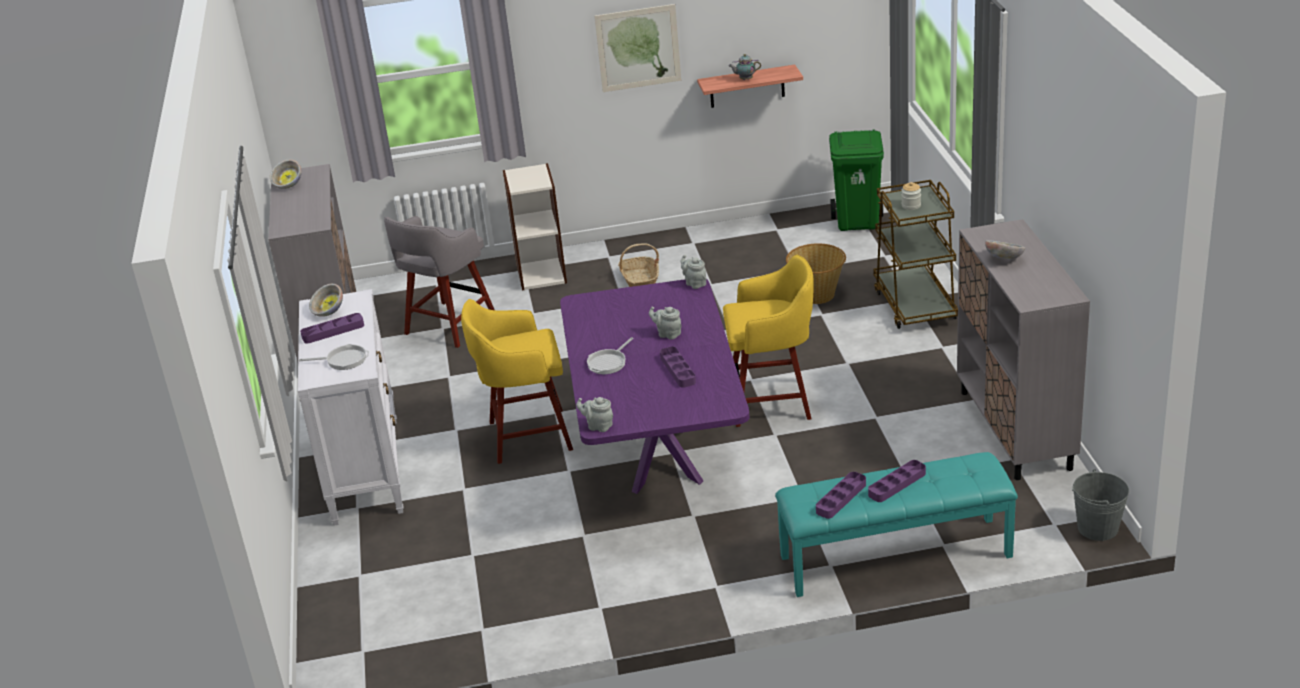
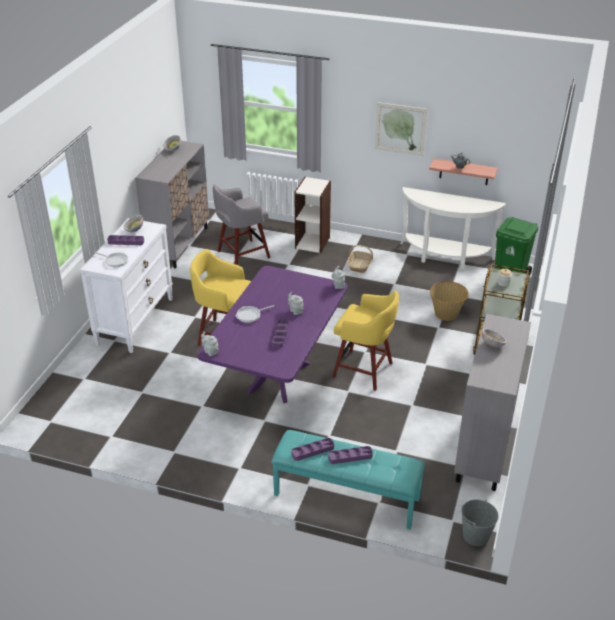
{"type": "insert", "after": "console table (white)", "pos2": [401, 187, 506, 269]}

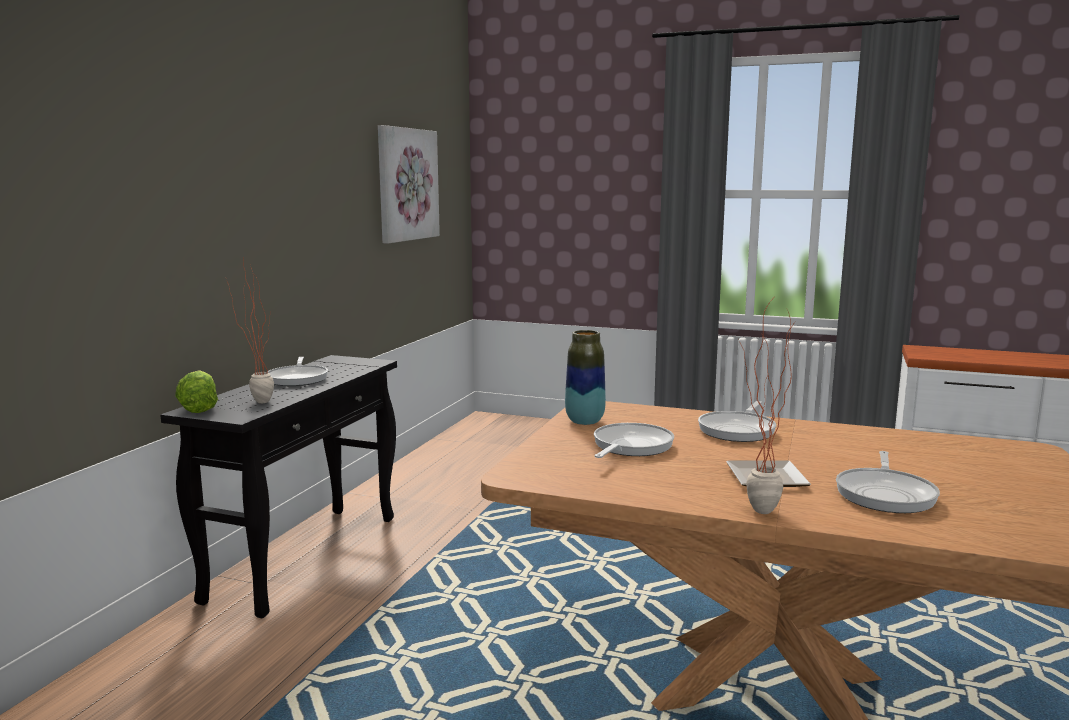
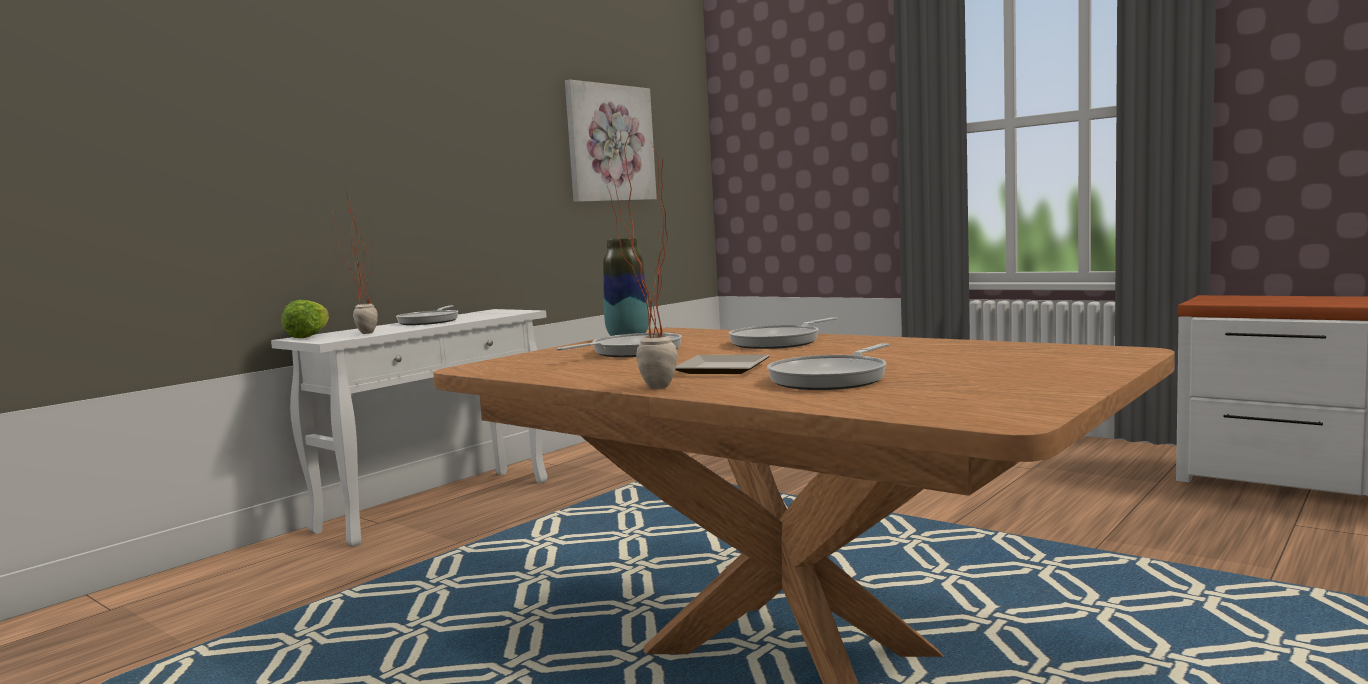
{"type": "recolor", "before": "console table (black)", "after": "console table (white)", "pos1": [160, 355, 397, 618], "pos2": [271, 309, 548, 547]}

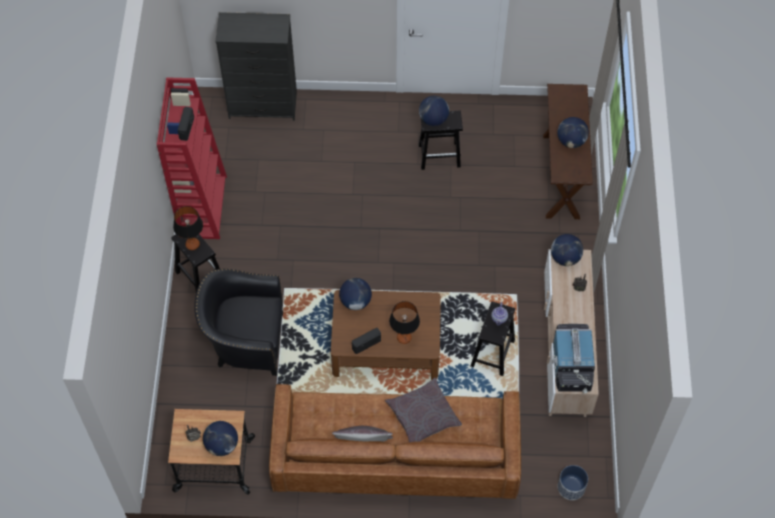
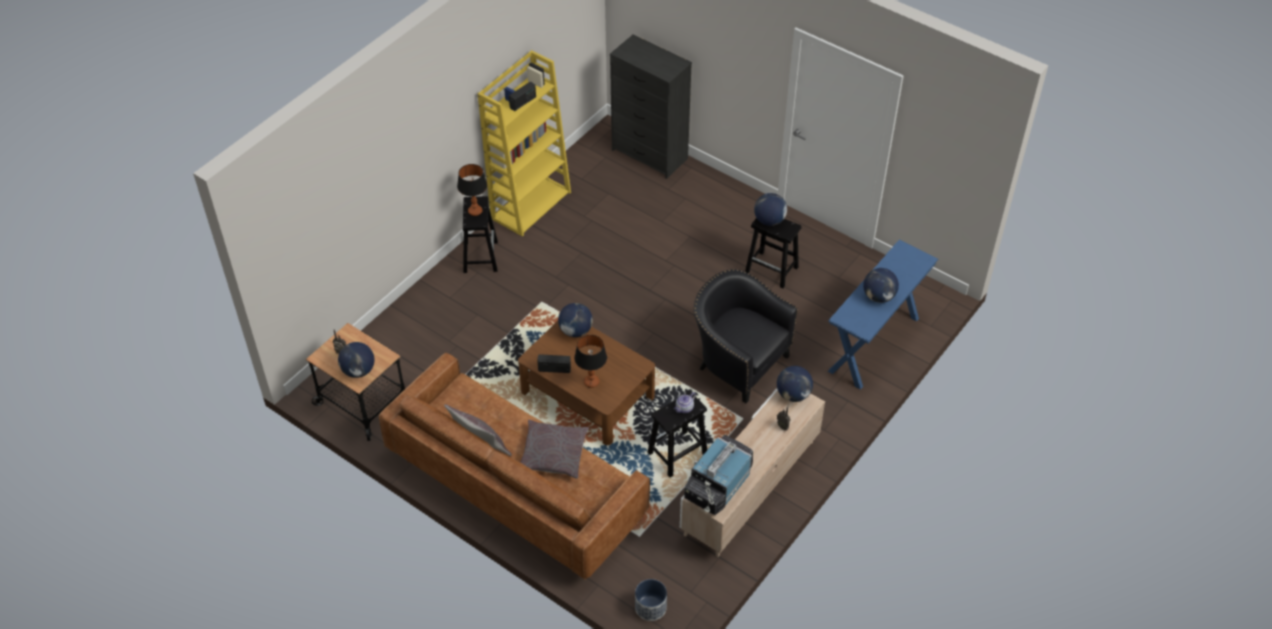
{"type": "move", "before": "armchair (black)", "pos1": [194, 269, 283, 376], "pos2": [694, 269, 798, 403]}
{"type": "recolor", "before": "bookcase (red)", "after": "bookcase (yellow)", "pos1": [157, 77, 227, 239], "pos2": [478, 50, 571, 237]}
{"type": "recolor", "before": "console table (brown)", "after": "console table (blue)", "pos1": [543, 84, 593, 219], "pos2": [828, 240, 938, 390]}

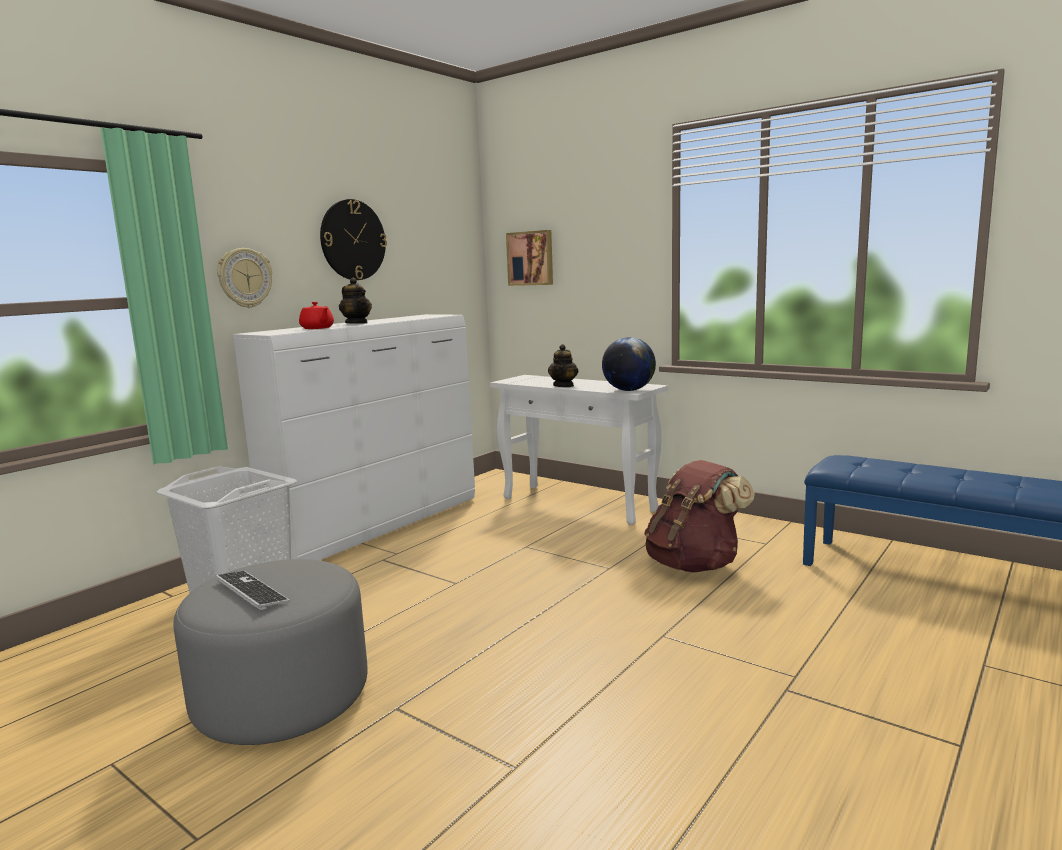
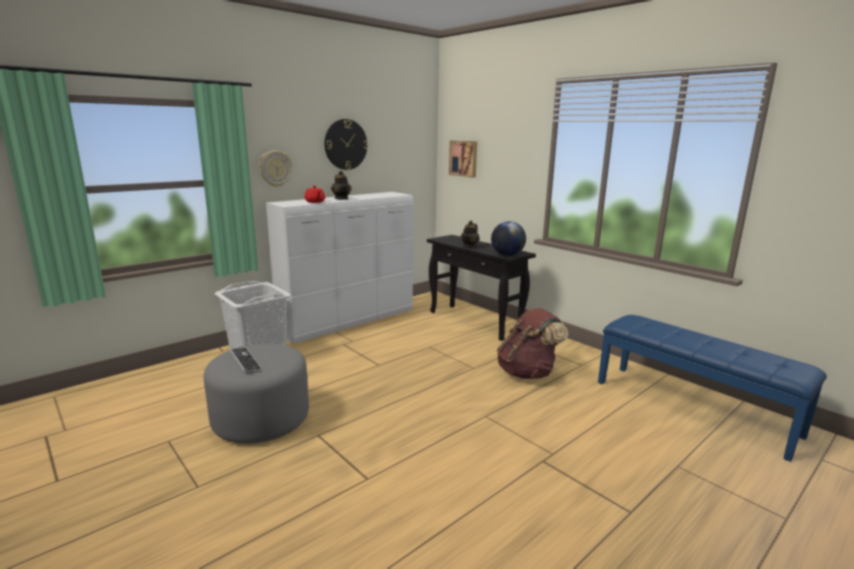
{"type": "recolor", "before": "console table (white)", "after": "console table (black)", "pos1": [490, 375, 668, 525], "pos2": [427, 235, 536, 341]}

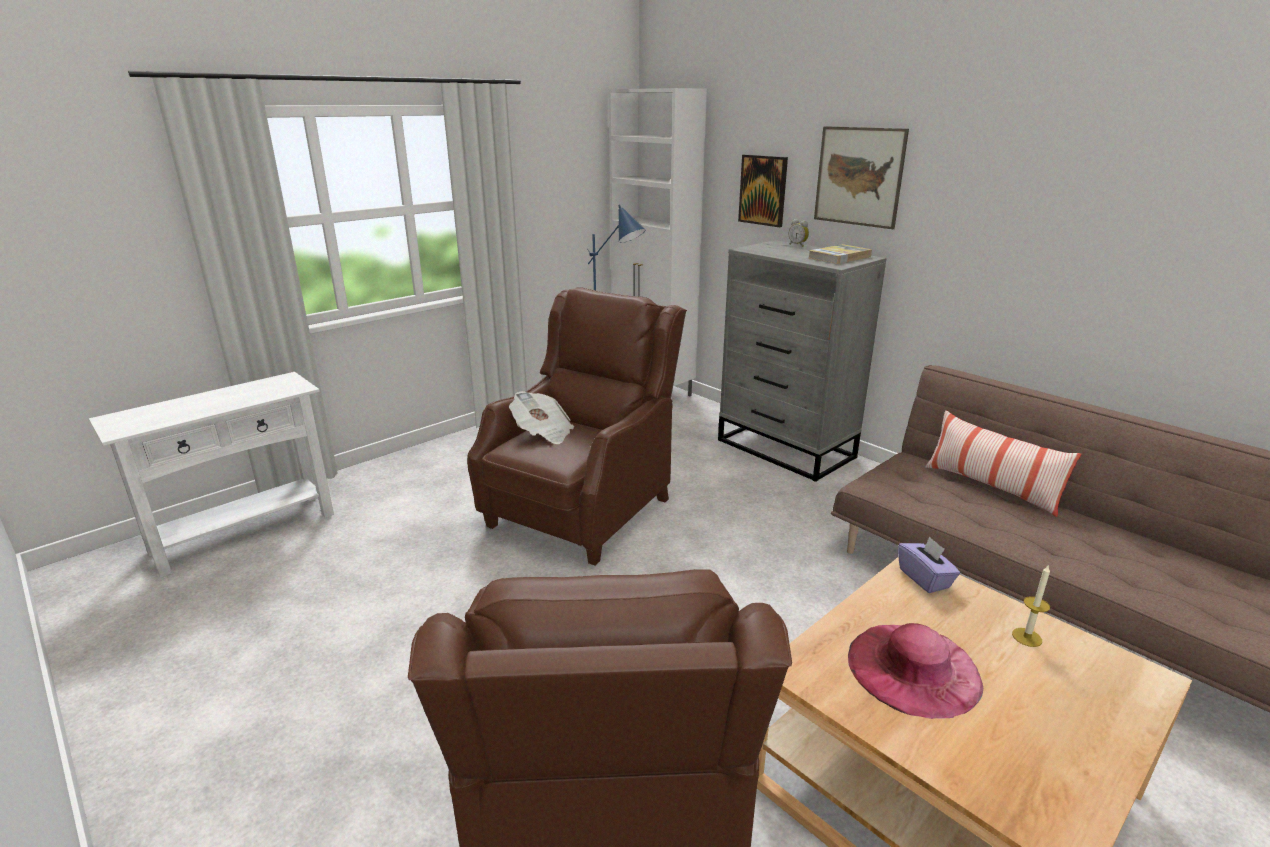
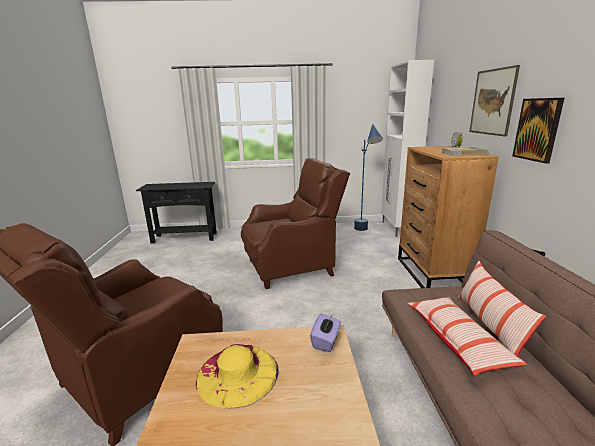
{"type": "delete", "before": "newspaper", "pos1": [509, 391, 574, 444]}
{"type": "delete", "before": "candle", "pos1": [1012, 564, 1050, 647]}
{"type": "insert", "after": "pillow", "pos2": [407, 297, 528, 376]}
{"type": "move", "before": "picture", "pos1": [738, 154, 788, 227], "pos2": [512, 98, 564, 164]}
{"type": "recolor", "before": "console table (white)", "after": "console table (black)", "pos1": [89, 372, 334, 578], "pos2": [136, 182, 217, 243]}
{"type": "recolor", "before": "dresser (grey)", "after": "dresser (brown)", "pos1": [718, 240, 886, 482], "pos2": [398, 146, 499, 288]}
{"type": "recolor", "before": "hat (pink)", "after": "hat (yellow)", "pos1": [848, 623, 983, 719], "pos2": [196, 344, 279, 409]}

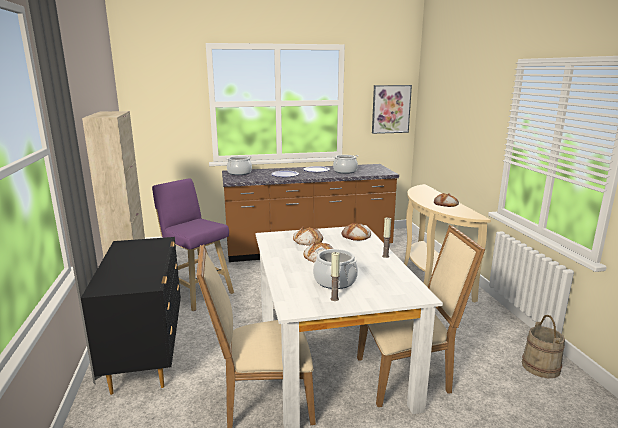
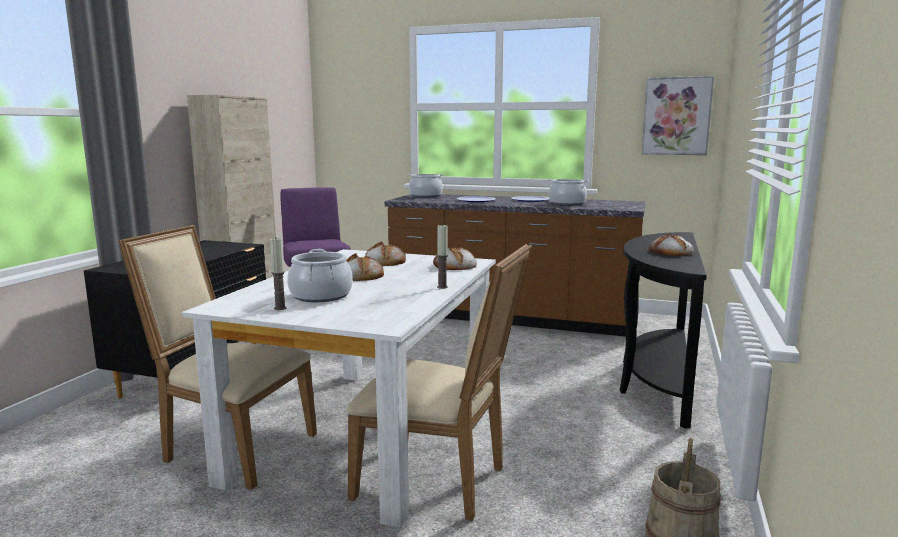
{"type": "recolor", "before": "console table (beige)", "after": "console table (black)", "pos1": [404, 184, 491, 303], "pos2": [619, 232, 707, 429]}

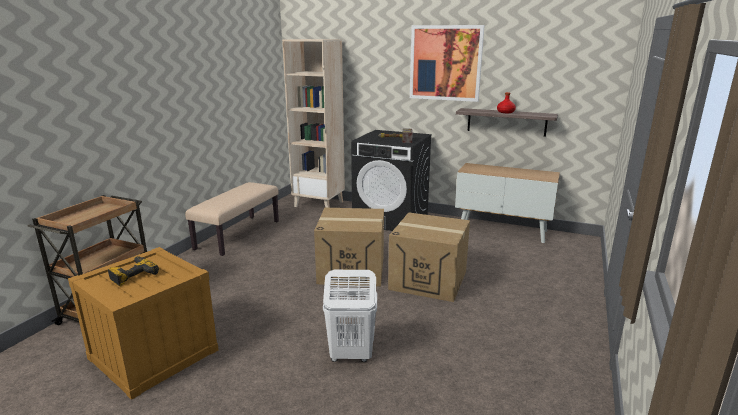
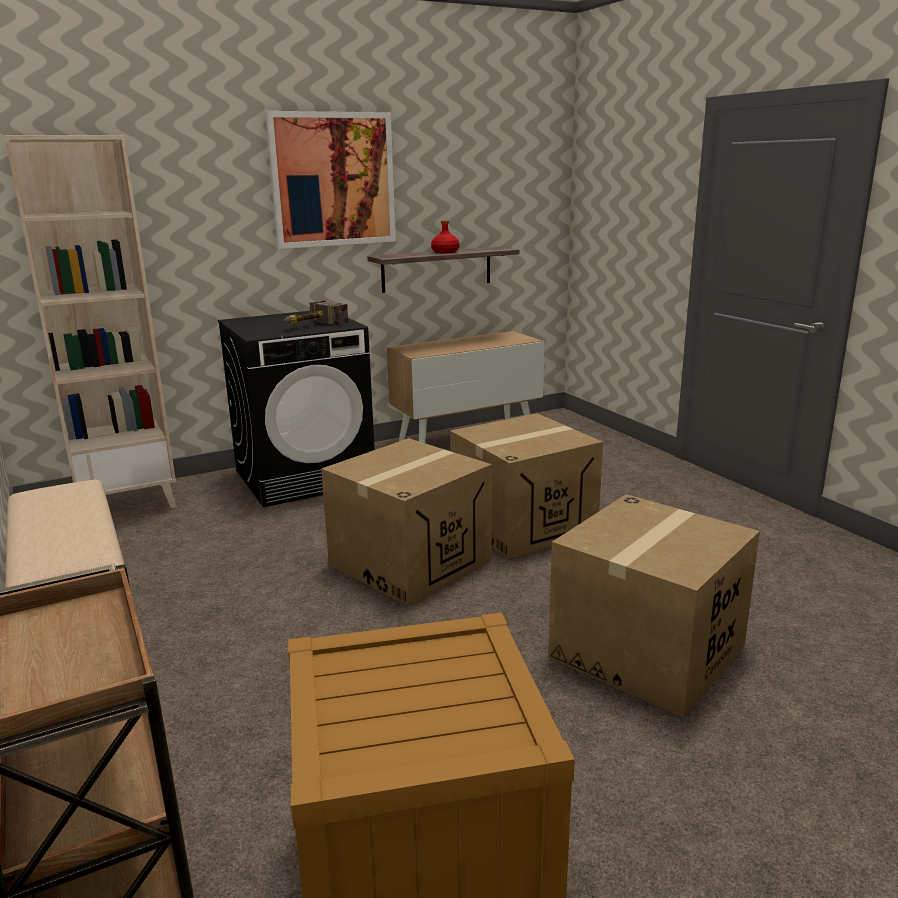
{"type": "delete", "before": "power drill", "pos1": [108, 256, 159, 286]}
{"type": "replace", "before": "laundry basket (white)", "after": "cardboard box", "pos1": [323, 270, 377, 362], "pos2": [548, 494, 760, 718]}

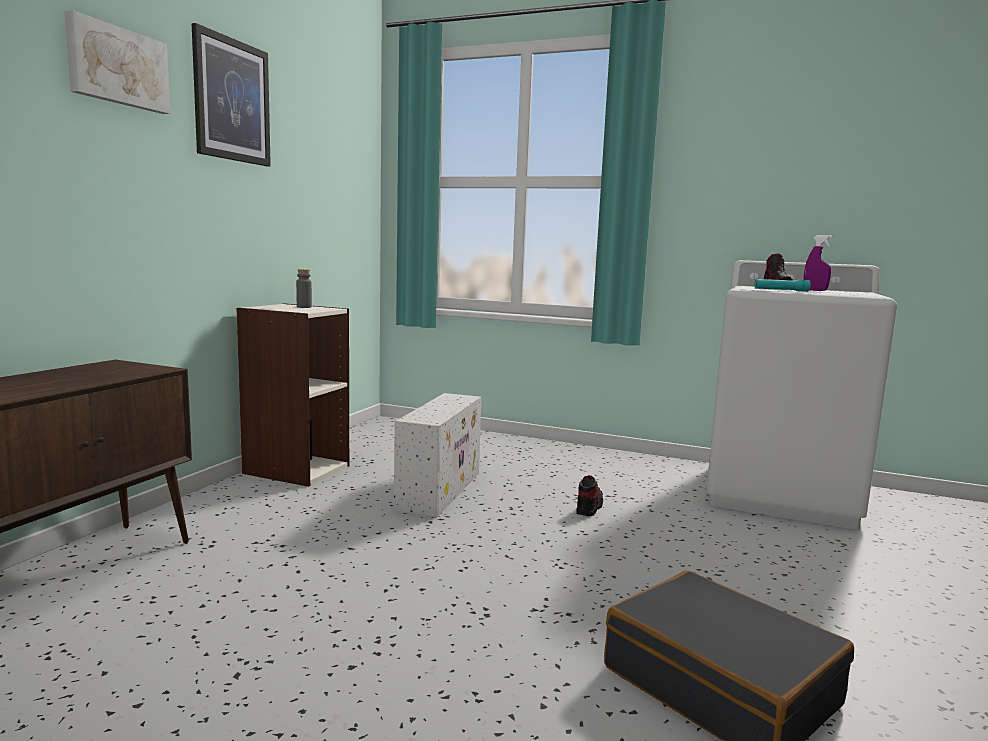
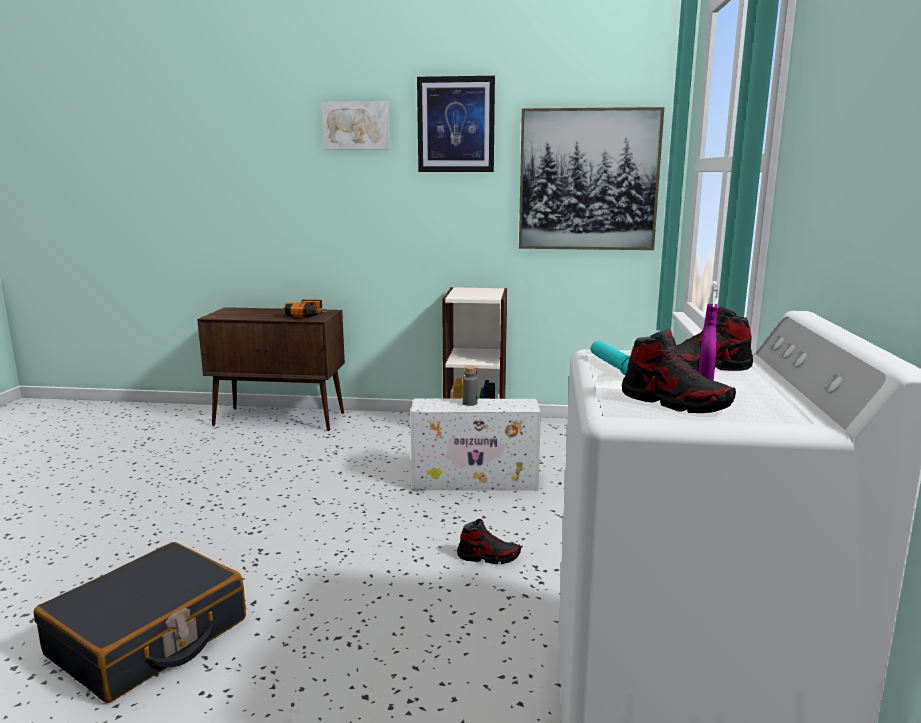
{"type": "insert", "after": "power drill", "pos2": [283, 300, 331, 318]}
{"type": "insert", "after": "picture", "pos2": [519, 107, 664, 250]}
{"type": "insert", "after": "shoe", "pos2": [622, 329, 736, 413]}
{"type": "move", "before": "bottle (grey)", "pos1": [296, 269, 312, 308], "pos2": [463, 366, 478, 406]}

